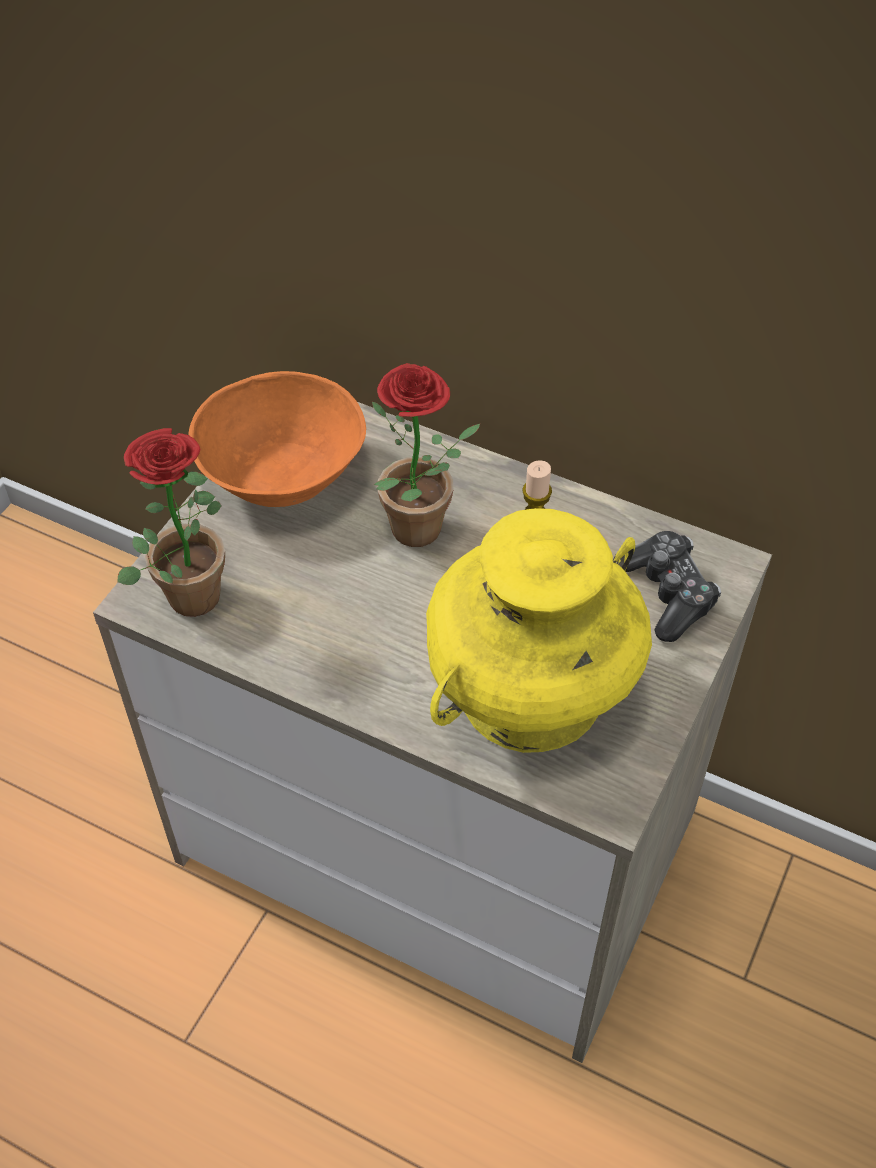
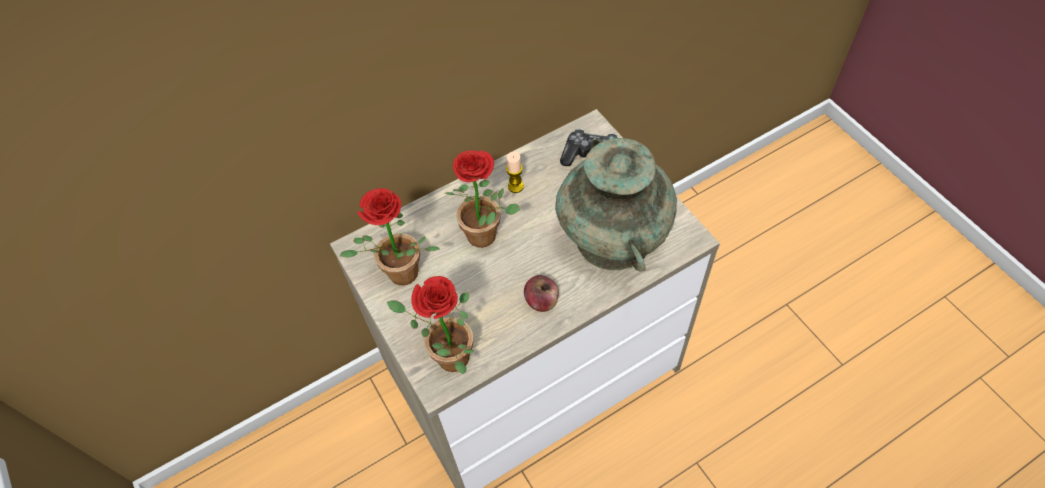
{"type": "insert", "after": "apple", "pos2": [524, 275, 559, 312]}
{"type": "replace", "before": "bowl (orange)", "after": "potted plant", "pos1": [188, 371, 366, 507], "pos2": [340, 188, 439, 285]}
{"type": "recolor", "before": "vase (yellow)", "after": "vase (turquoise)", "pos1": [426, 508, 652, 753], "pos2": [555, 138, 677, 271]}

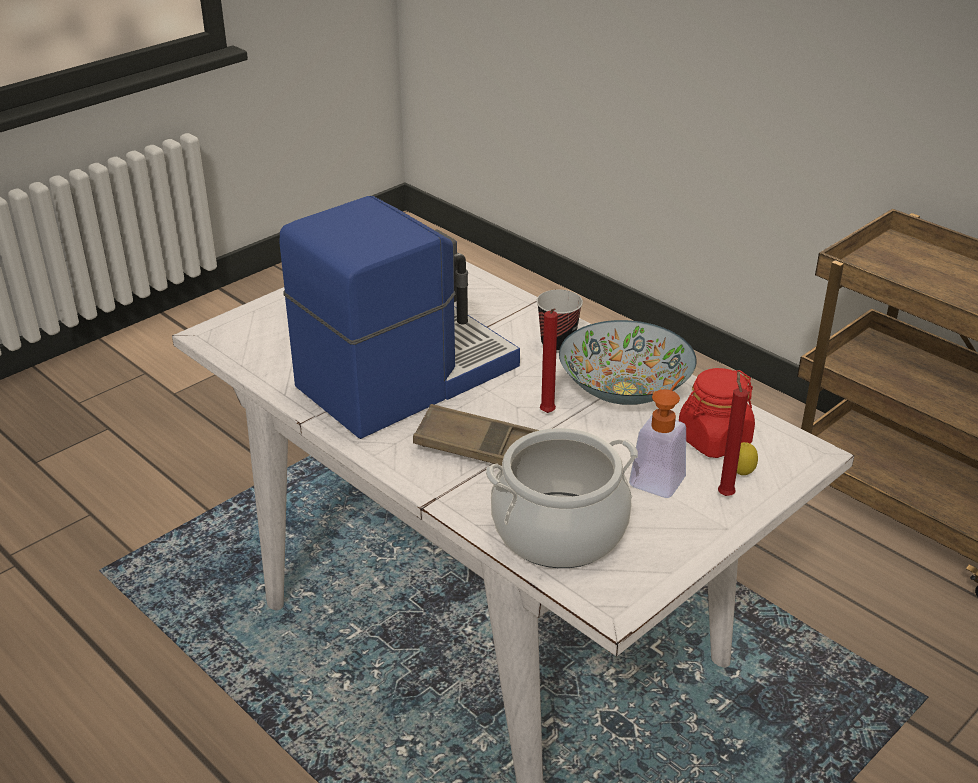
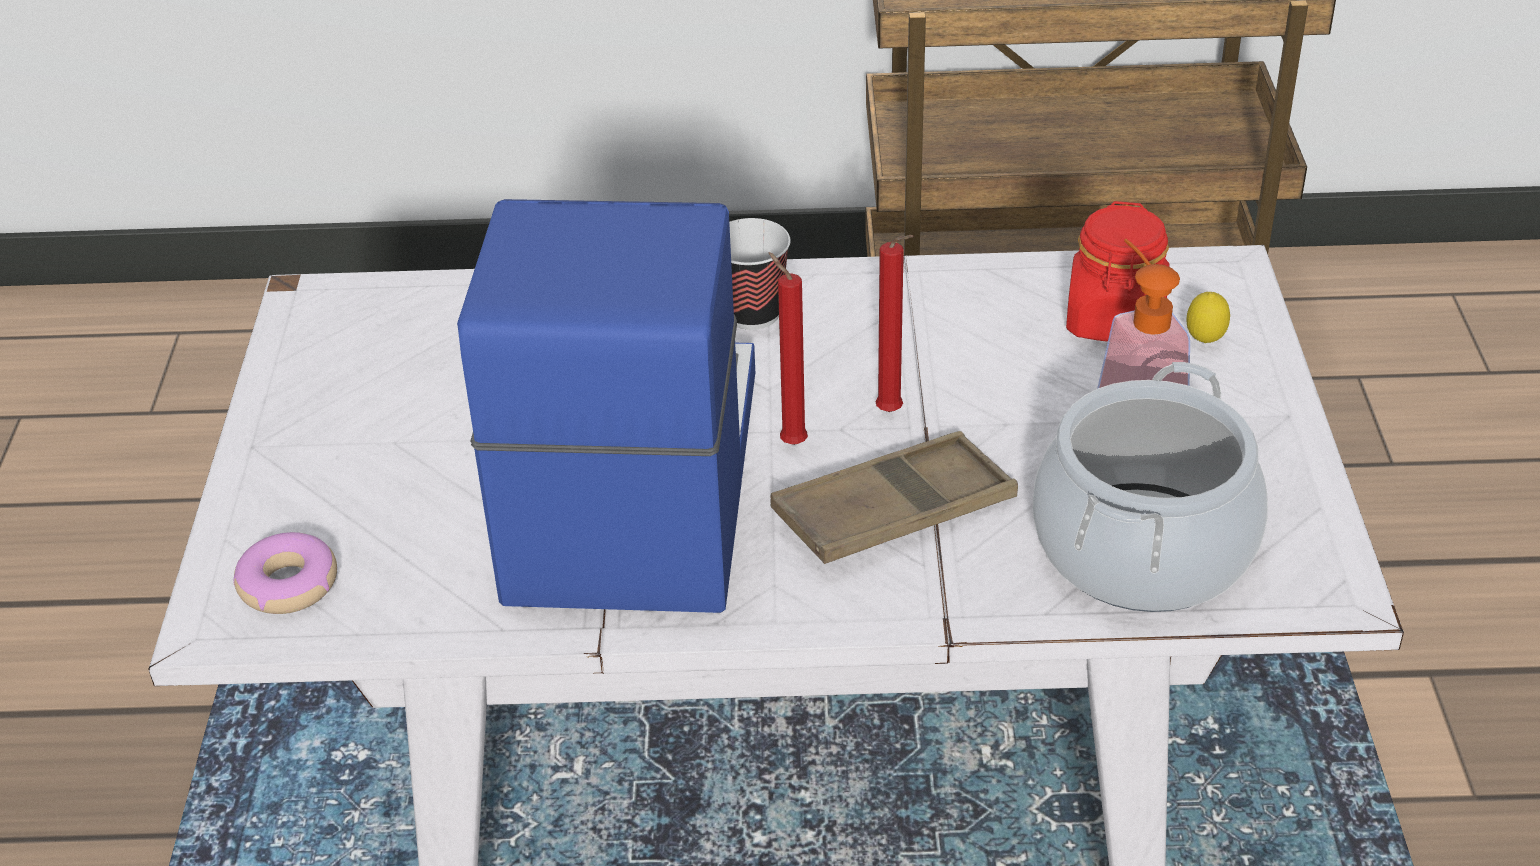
{"type": "delete", "before": "bowl", "pos1": [559, 320, 696, 405]}
{"type": "insert", "after": "donut", "pos2": [233, 532, 337, 614]}
{"type": "move", "before": "candle (red)", "pos1": [718, 371, 748, 496], "pos2": [769, 252, 808, 445]}

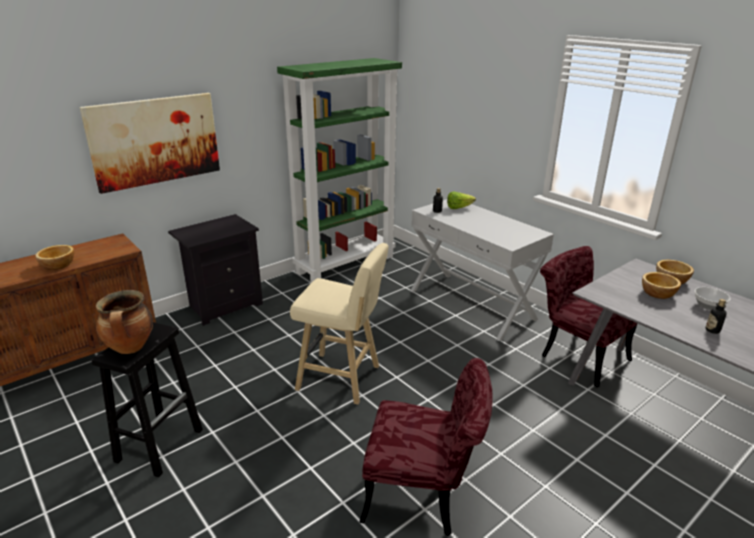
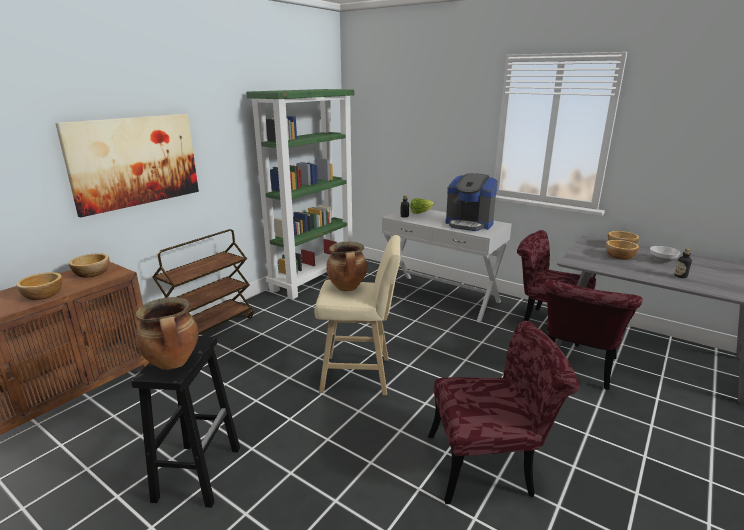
{"type": "insert", "after": "bowl", "pos2": [69, 253, 109, 278]}
{"type": "insert", "after": "cooking pot", "pos2": [326, 242, 367, 291]}
{"type": "insert", "after": "coffee machine", "pos2": [446, 173, 498, 231]}
{"type": "insert", "after": "chair (red)", "pos2": [543, 279, 643, 390]}
{"type": "replace", "before": "nightstand (black)", "after": "cart (brown)", "pos1": [168, 214, 263, 326], "pos2": [153, 229, 254, 335]}

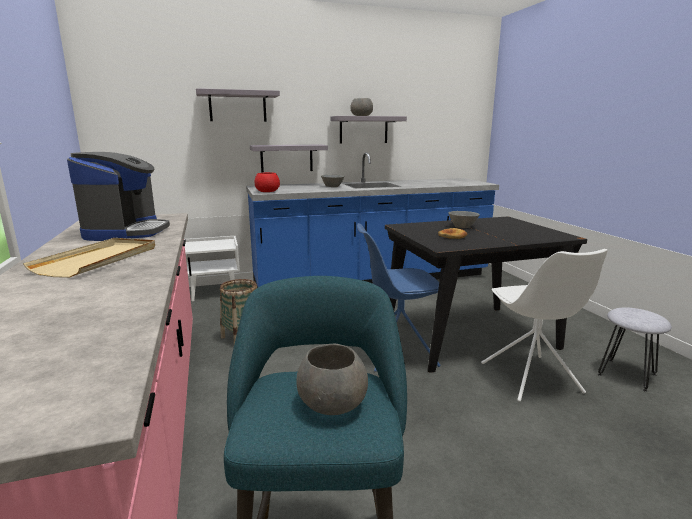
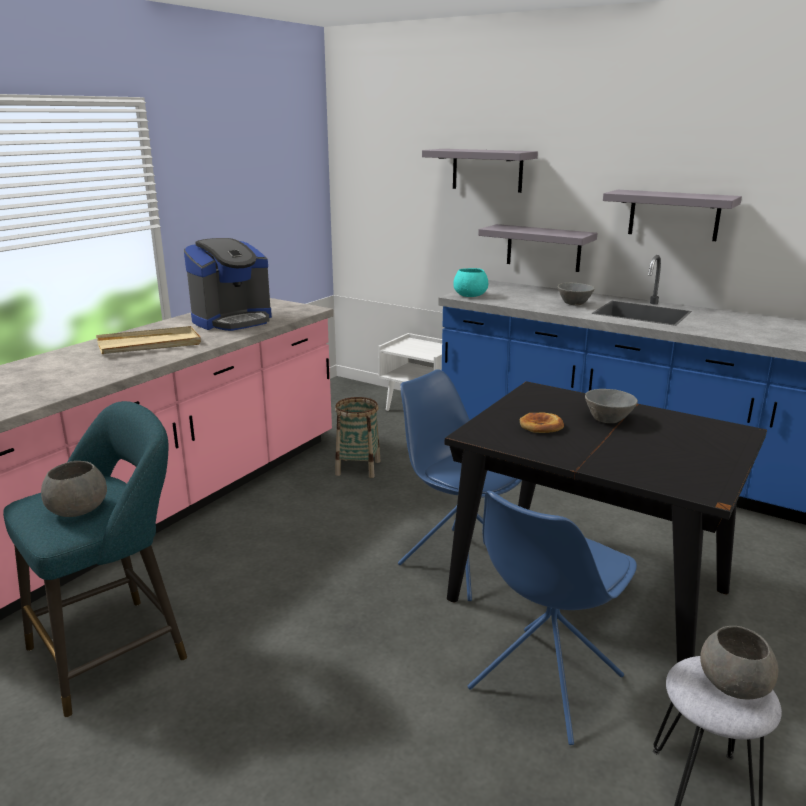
{"type": "move", "before": "bowl (grey)", "pos1": [350, 98, 373, 116], "pos2": [700, 626, 778, 699]}
{"type": "recolor", "before": "bowl (red)", "after": "bowl (turquoise)", "pos1": [255, 172, 280, 192], "pos2": [453, 268, 488, 297]}
{"type": "recolor", "before": "chair (white)", "after": "chair (blue)", "pos1": [481, 249, 608, 402], "pos2": [468, 491, 637, 745]}

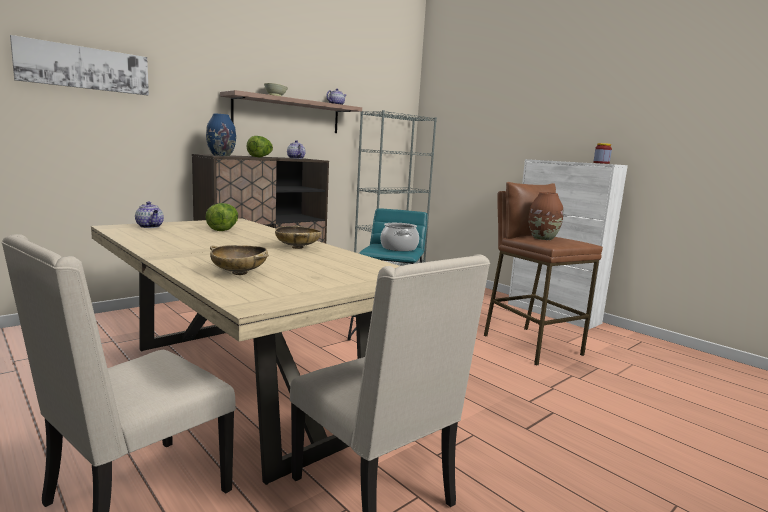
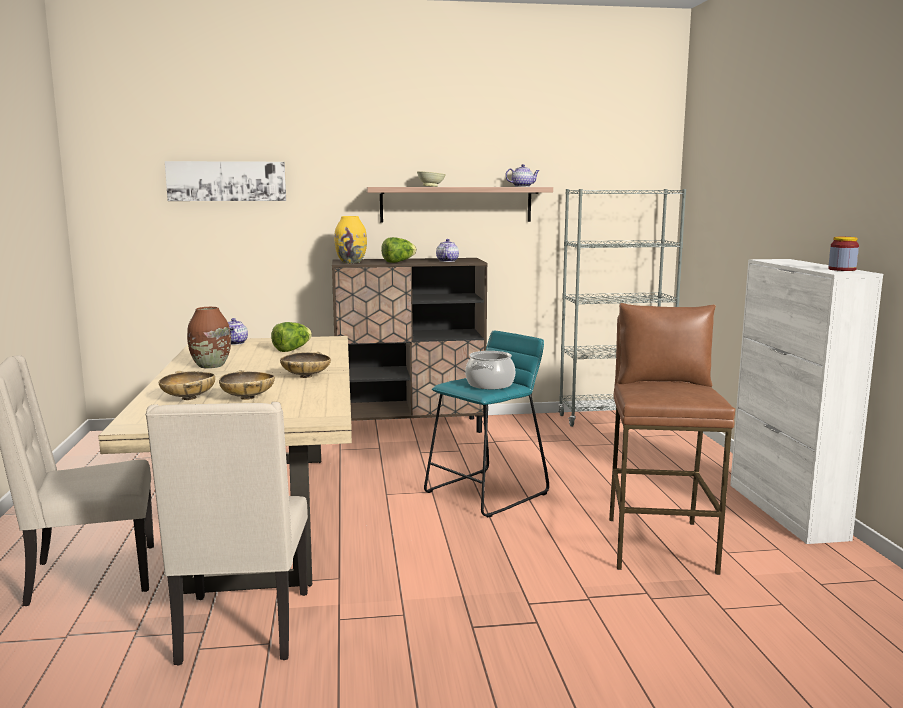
{"type": "insert", "after": "bowl (beige)", "pos2": [219, 370, 275, 400]}
{"type": "move", "before": "vase (brown)", "pos1": [528, 192, 563, 240], "pos2": [187, 307, 231, 368]}
{"type": "recolor", "before": "vase (blue)", "after": "vase (yellow)", "pos1": [206, 114, 236, 156], "pos2": [334, 216, 367, 263]}

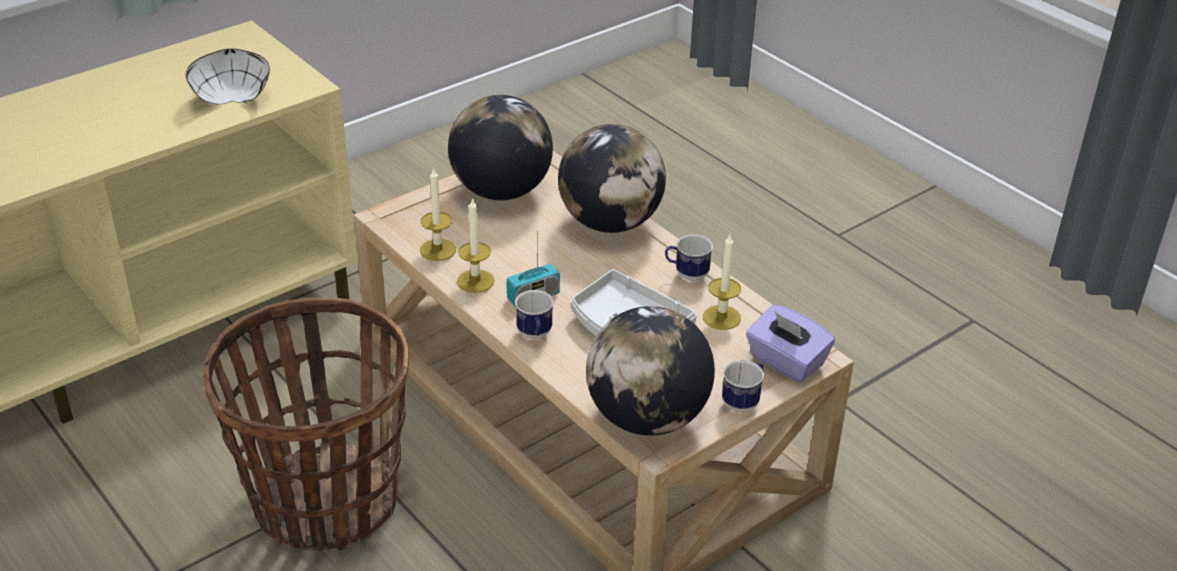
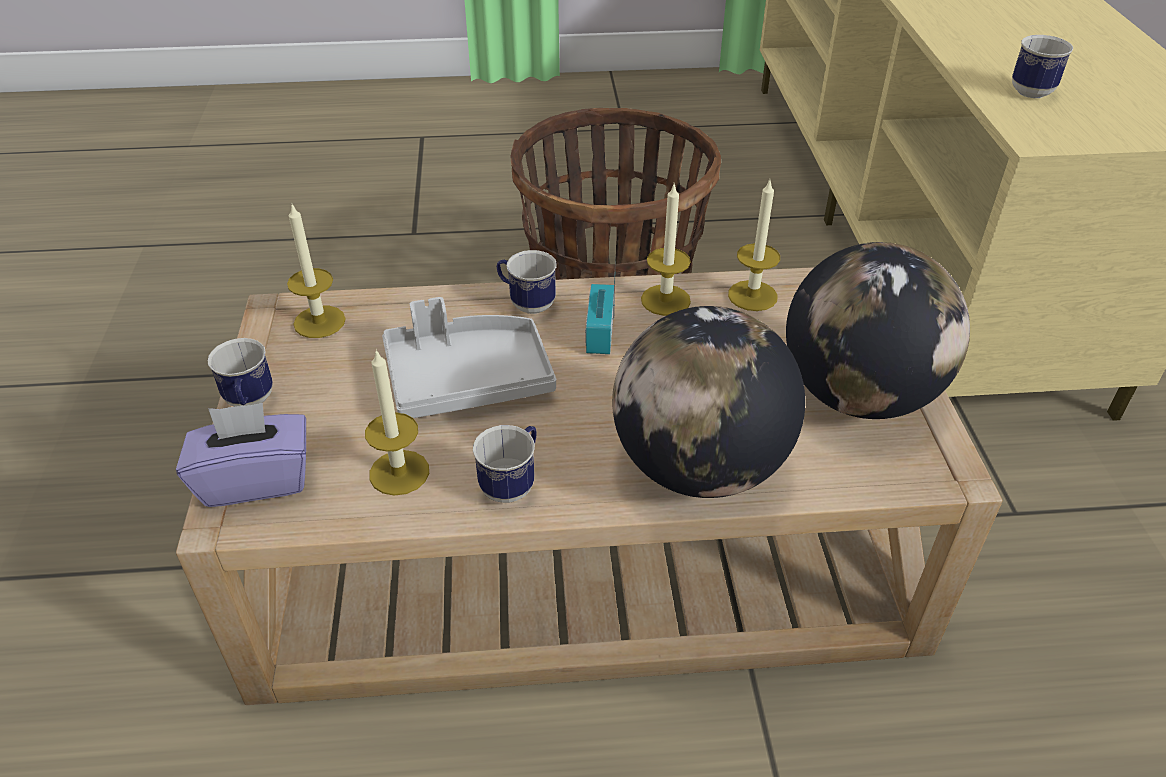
{"type": "replace", "before": "bowl (white)", "after": "mug", "pos1": [186, 48, 270, 104], "pos2": [1012, 35, 1073, 98]}
{"type": "replace", "before": "globe", "after": "candle", "pos1": [586, 306, 715, 436], "pos2": [287, 205, 346, 338]}

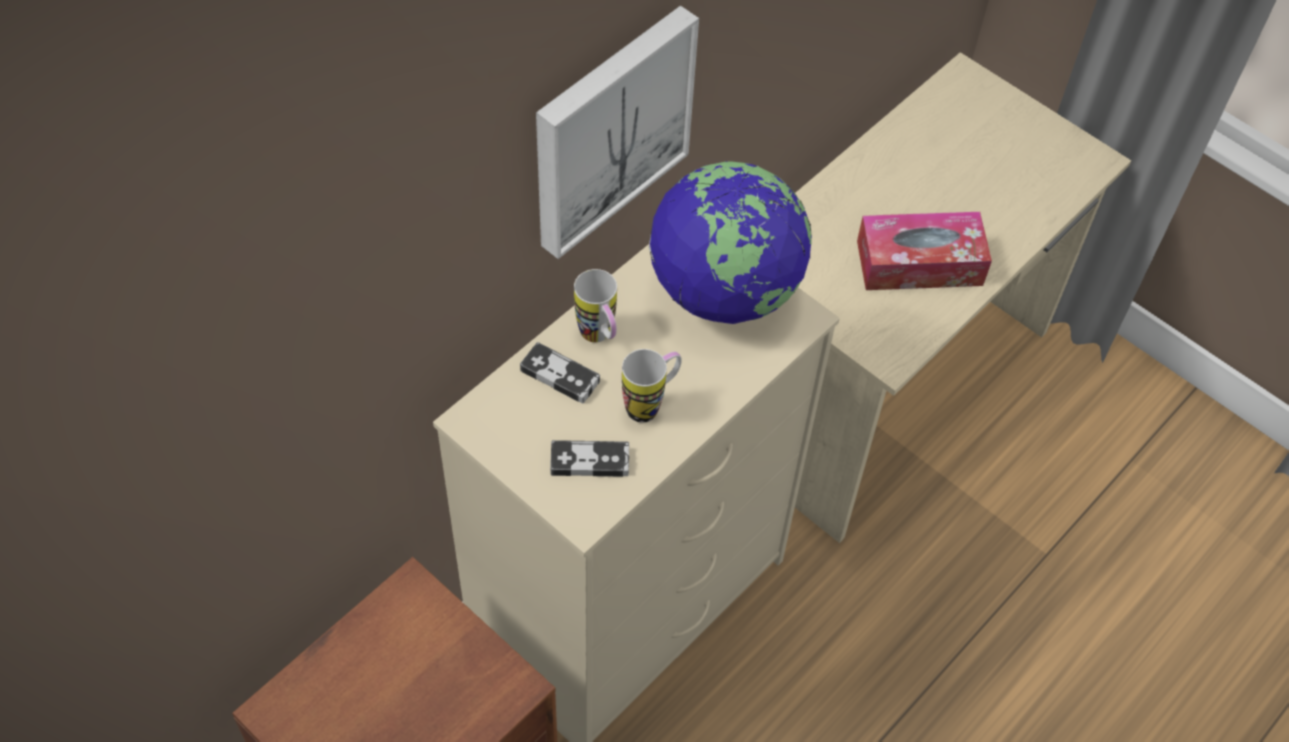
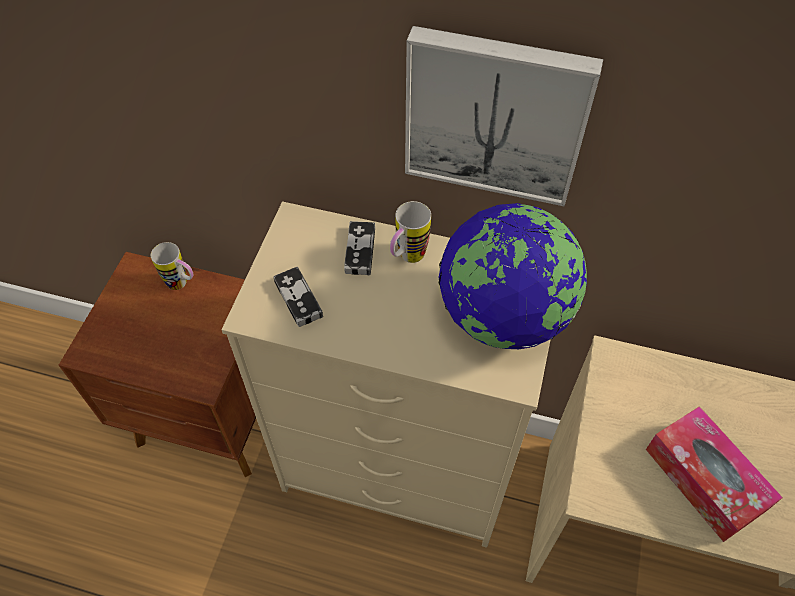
{"type": "move", "before": "mug", "pos1": [622, 349, 682, 423], "pos2": [151, 242, 193, 290]}

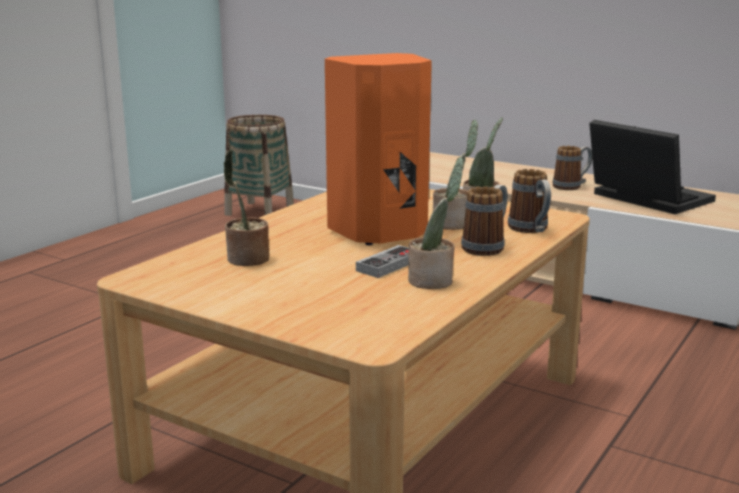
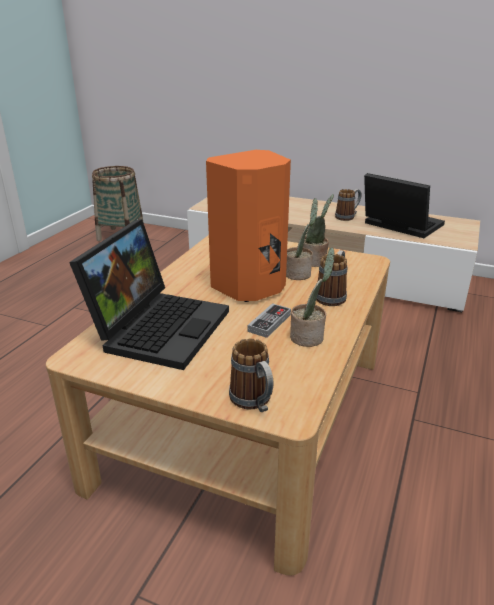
{"type": "move", "before": "mug", "pos1": [508, 169, 551, 233], "pos2": [229, 338, 273, 412]}
{"type": "replace", "before": "potted plant", "after": "laptop", "pos1": [223, 150, 269, 266], "pos2": [69, 219, 229, 370]}

